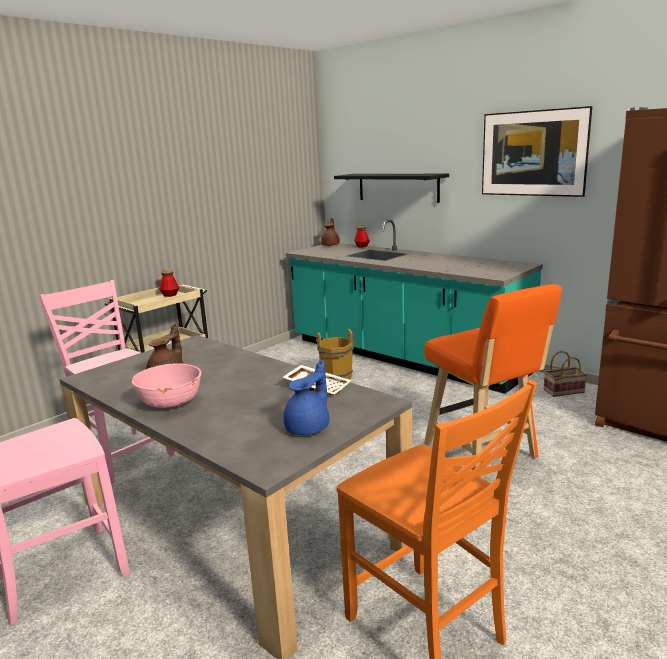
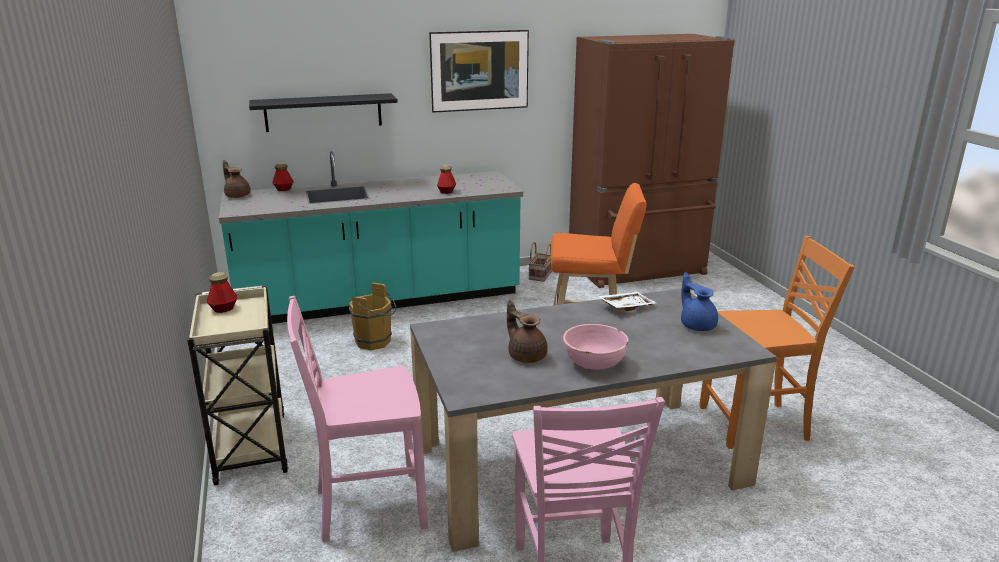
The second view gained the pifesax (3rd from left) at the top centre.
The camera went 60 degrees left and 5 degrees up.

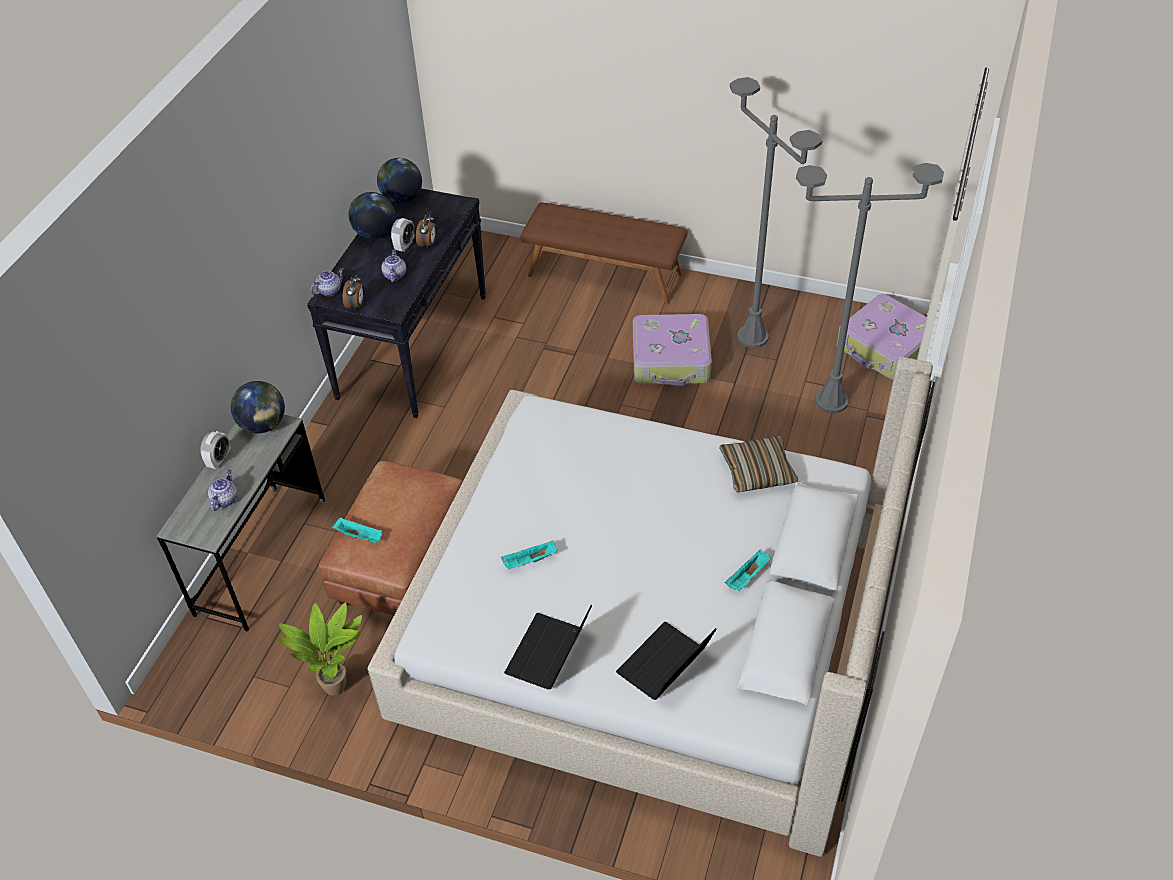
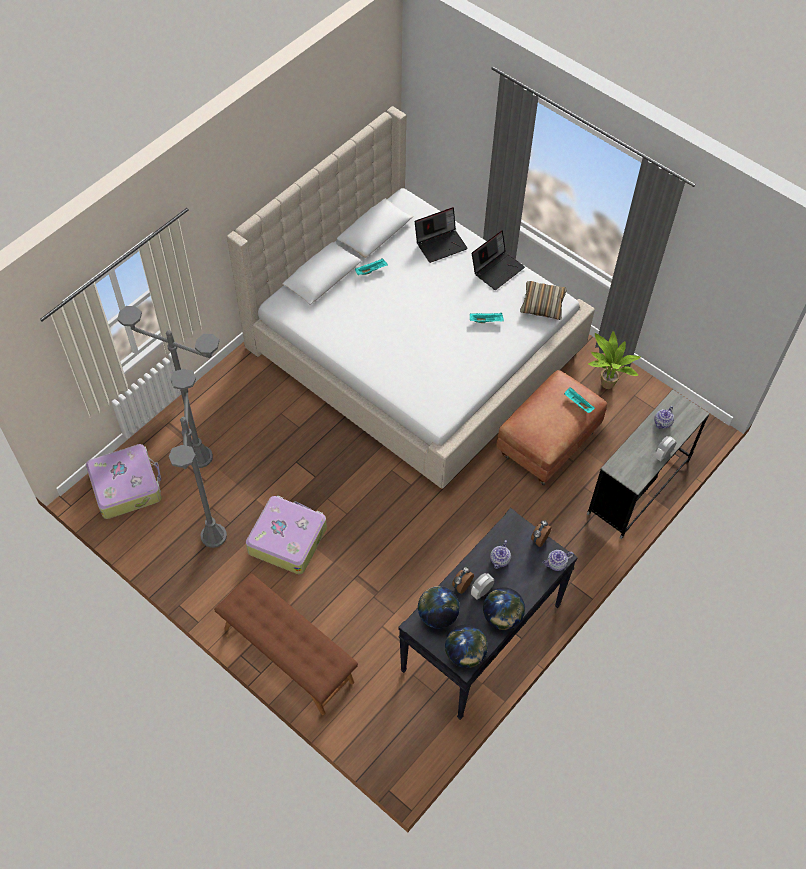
The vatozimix (1st from left) ended up elsewhere, having gone from the middle left to the bottom centre.
The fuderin ended up elsewhere, having gone from the centre to the middle right.
The camera went 160 degrees left and 10 degrees up.

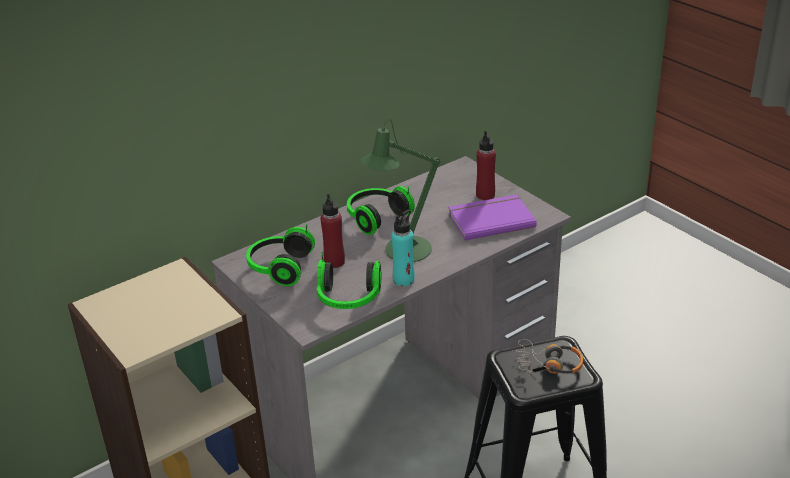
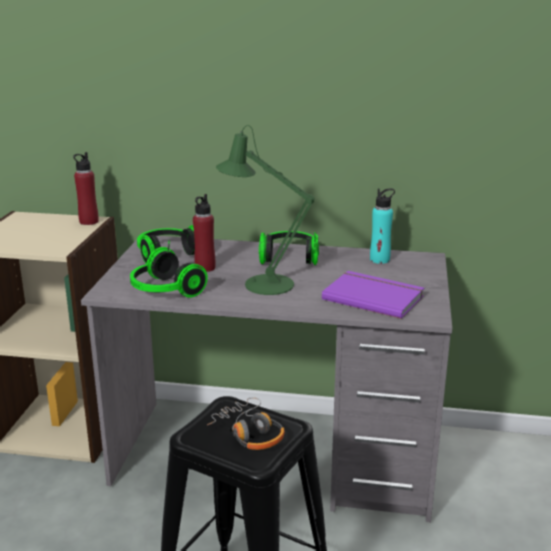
The red_pifesax (2nd from left in the first image) ended up elsewhere, having gone from the centre to the middle left.
The turquoise_pifesax ended up elsewhere, having gone from the centre to the middle right.
The camera went 45 degrees right and 10 degrees down.

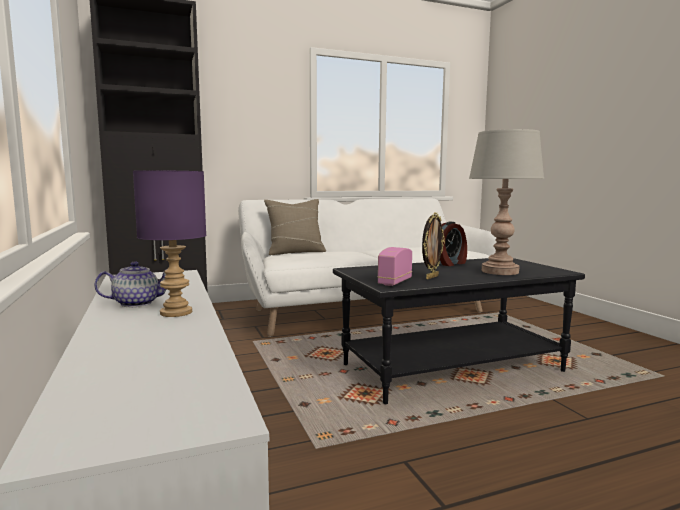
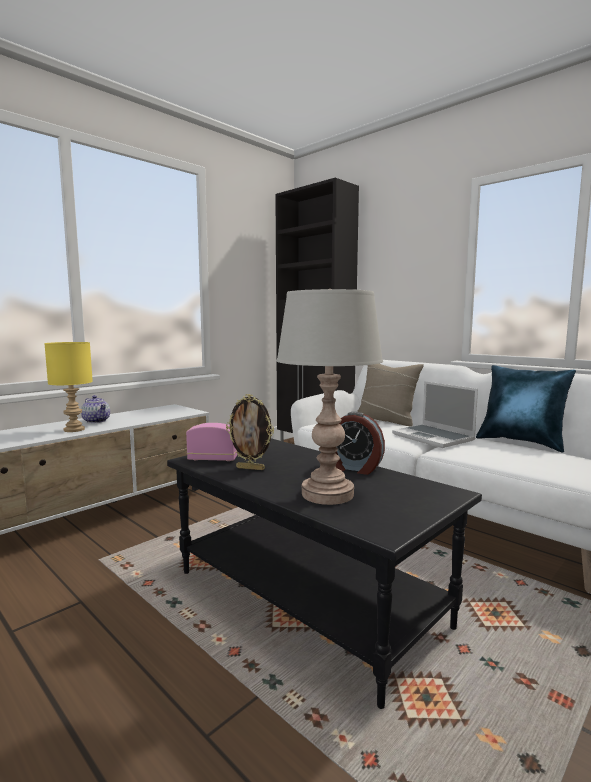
What was the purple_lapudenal at the middle left turned into the yellow_lapudenal at the middle left.
The second view gained the blue_fuderin at the middle right.
The second view gained the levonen at the middle right.
The camera went 65 degrees right and 0 degrees up.

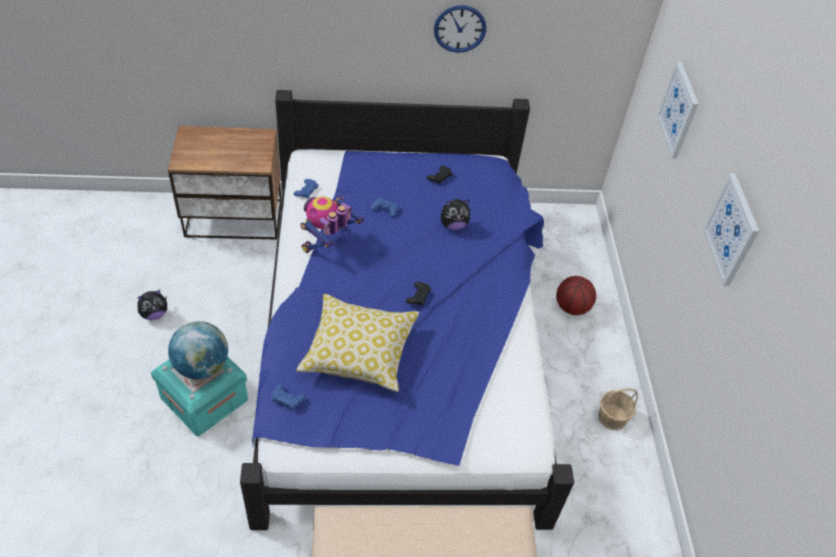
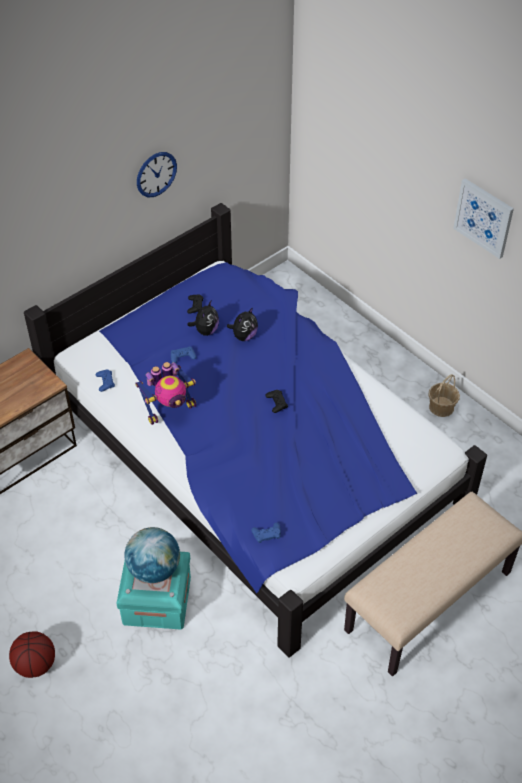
The second view lost the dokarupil (1st from left) at the top right.
The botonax at the centre ended up facing another way, 120 degrees counterclockwise from before.
The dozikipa ended up elsewhere, having gone from the middle right to the bottom left.
The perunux (1st from left) ended up elsewhere, having gone from the middle left to the centre.
The second view lost the fuderin at the centre.
The camera went 35 degrees left and 0 degrees up.

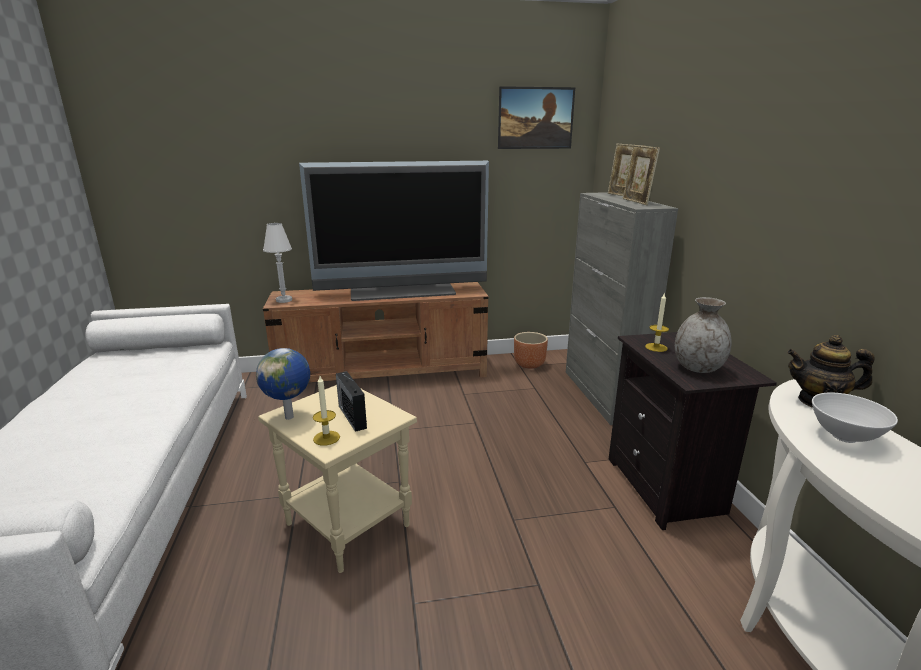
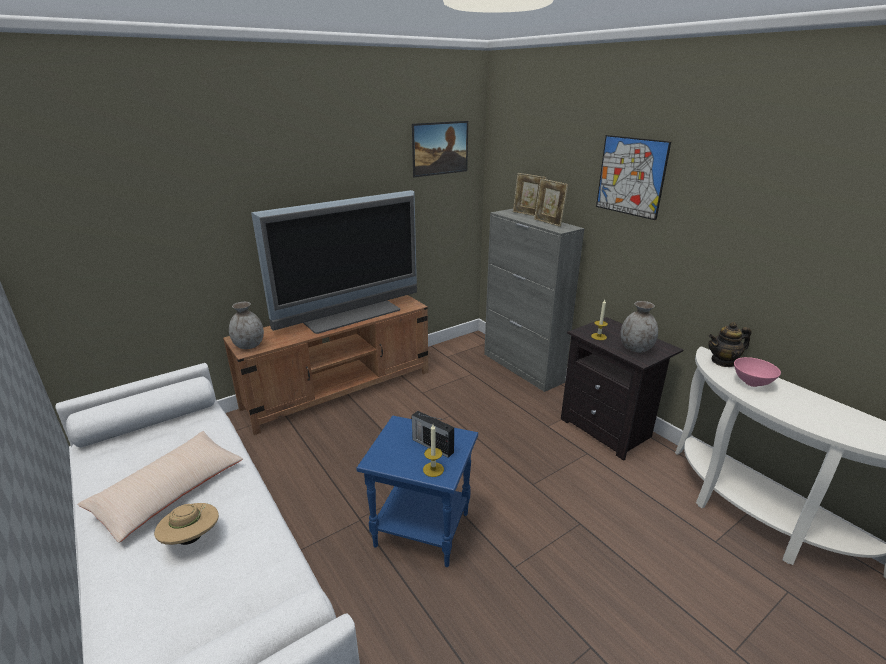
Where the white_lapudenal stood at the middle left, the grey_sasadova (1st from left) came to stand at the middle left.
The second view lost the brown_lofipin at the centre.
The second view lost the vatozimix at the middle left.
What was the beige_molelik at the bottom centre turned into the blue_molelik at the bottom centre.
What was the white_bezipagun at the middle right turned into the pink_bezipagun at the middle right.
The second view gained the dokarupil (2nd from left) at the top right.
The second view gained the beige_fuderin at the bottom left.
The second view gained the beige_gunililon at the bottom left.
The camera went 25 degrees left and 5 degrees up.

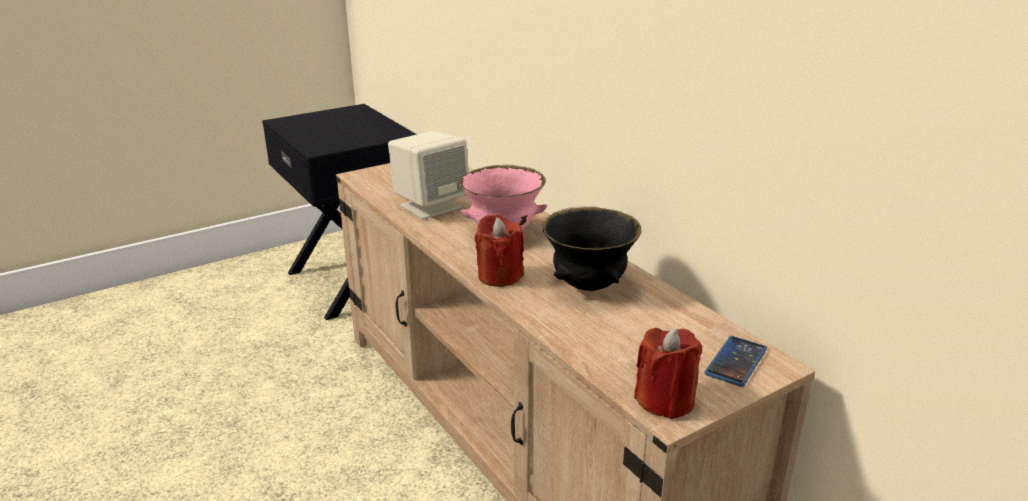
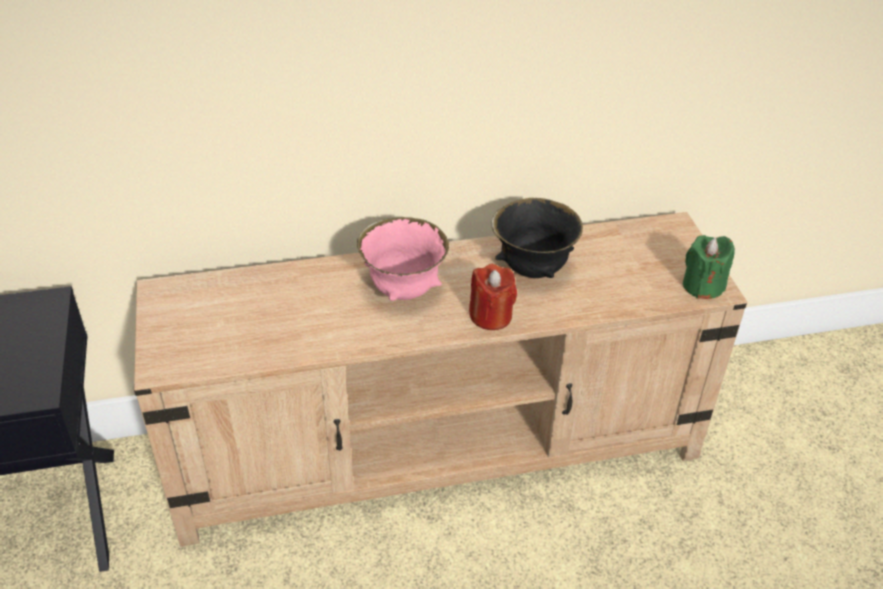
The second view lost the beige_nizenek at the centre.
What was the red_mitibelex (2nd from left) at the bottom centre turned into the green_mitibelex at the middle right.
The second view lost the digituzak at the bottom right.
The camera went 70 degrees left and 15 degrees up.

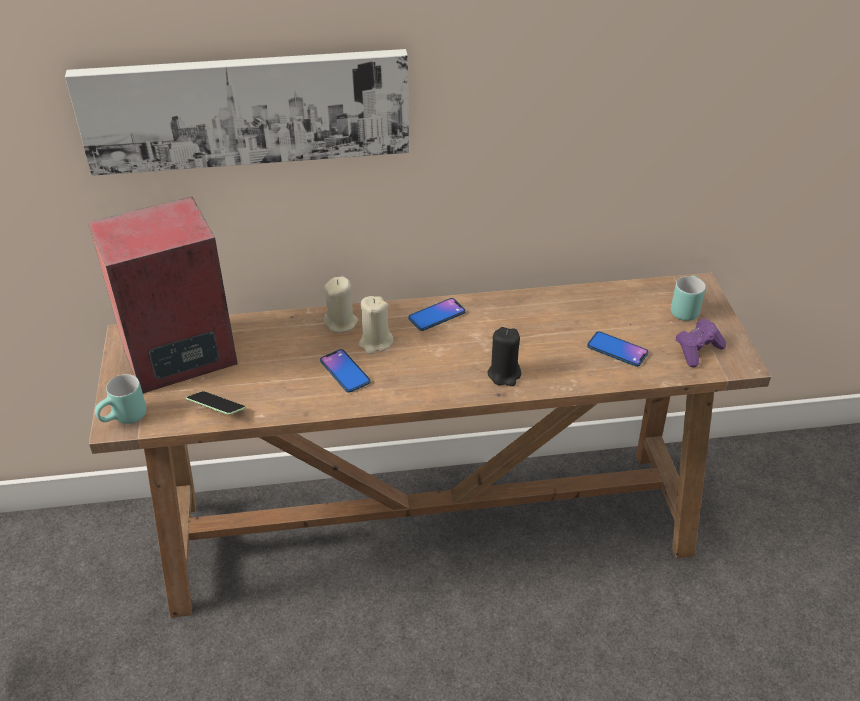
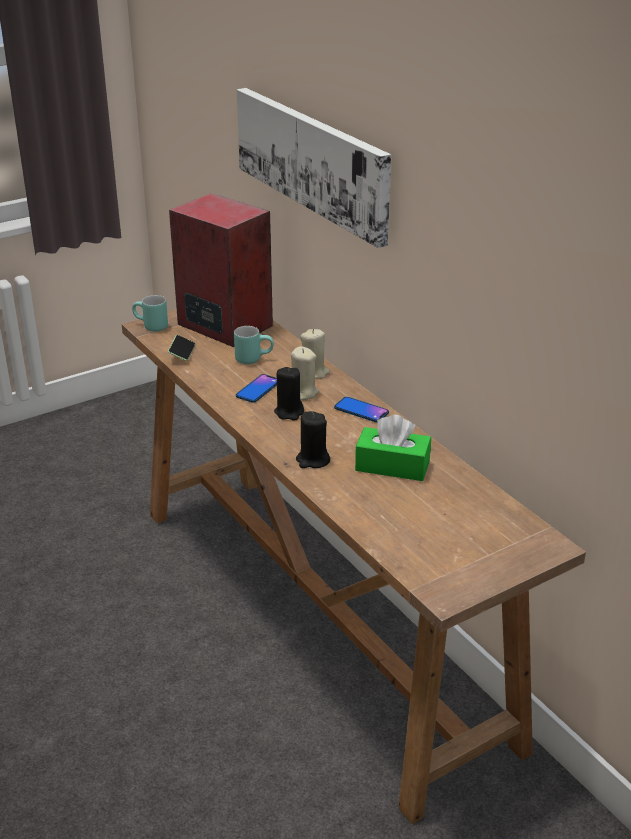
The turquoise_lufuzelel (2nd from left) ended up elsewhere, having gone from the middle right to the centre.
The second view lost the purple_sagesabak at the middle right.
The second view lost the digituzak (4th from left) at the middle right.
The second view gained the black_mitibelex (1st from left) at the centre.
The second view gained the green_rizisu at the centre.
The camera went 65 degrees right and 10 degrees down.

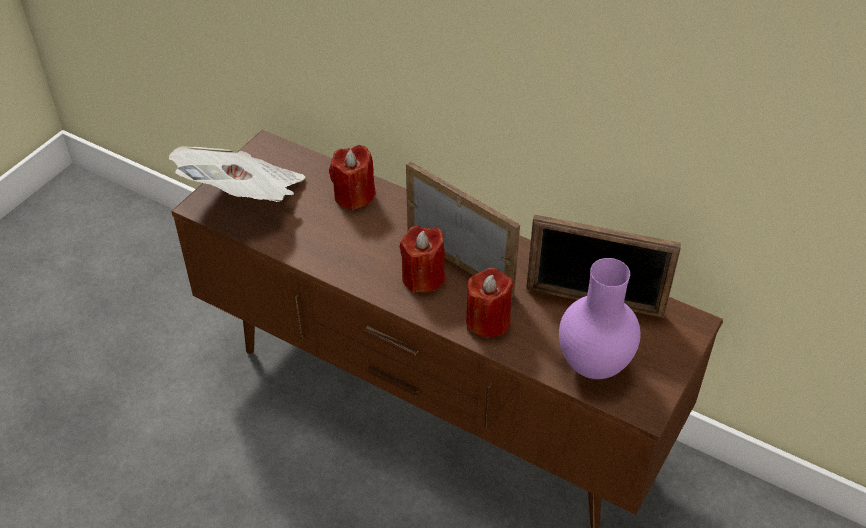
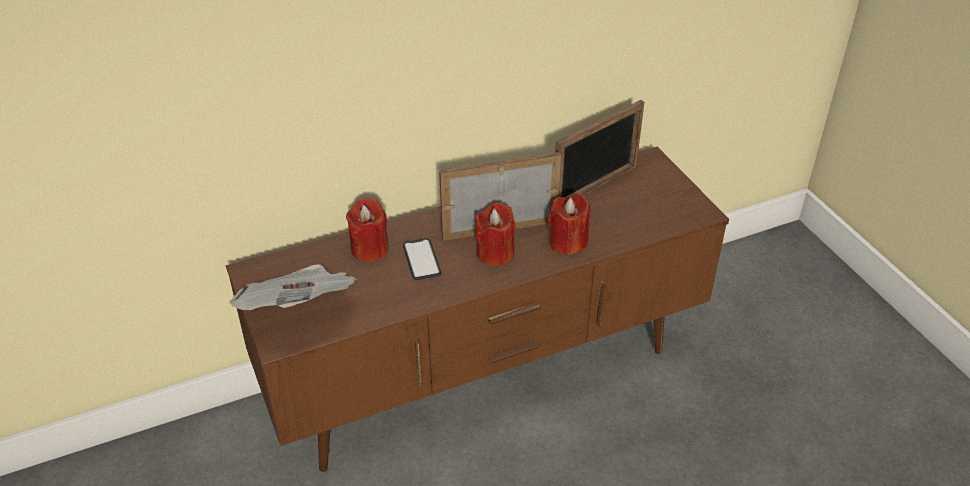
The second view lost the purple_sasadova at the middle right.
The second view gained the digituzak at the centre.
The camera went 55 degrees left and 5 degrees down.

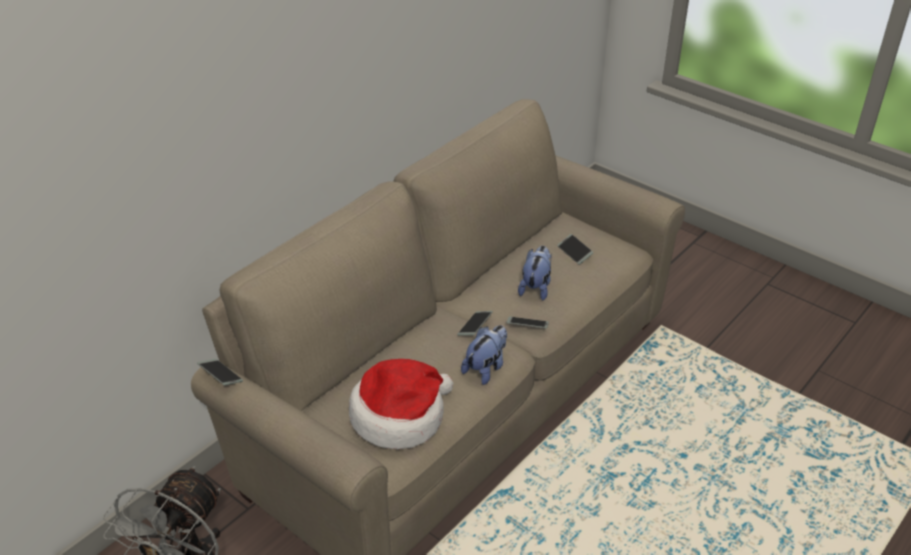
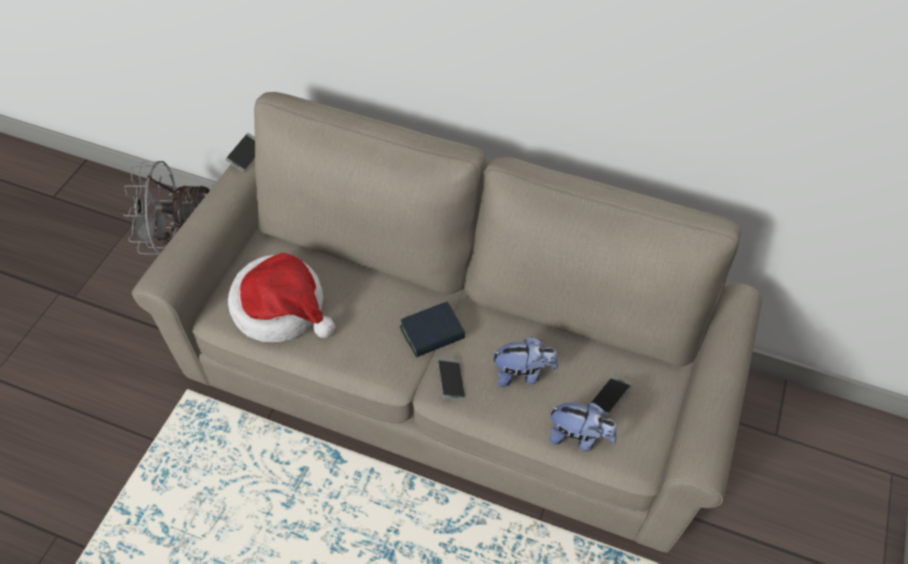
Where the digituzak (2nd from left) stood at the centre, the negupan came to stand at the centre.
The perunux (1st from left in the first image) ended up elsewhere, having gone from the centre to the bottom centre.
The camera went 70 degrees right and 15 degrees up.

